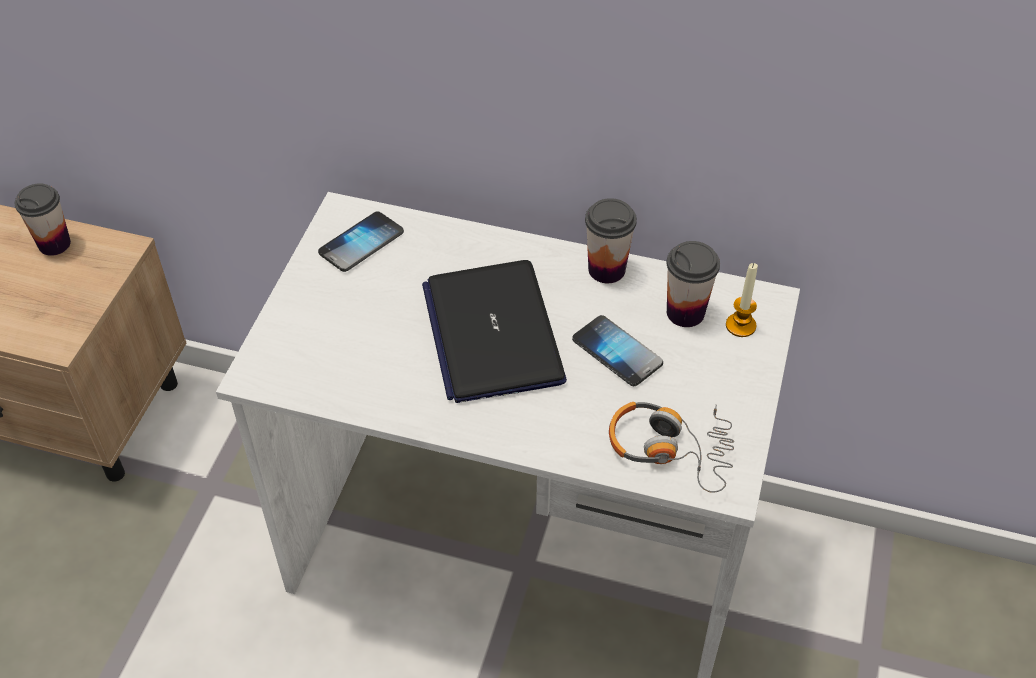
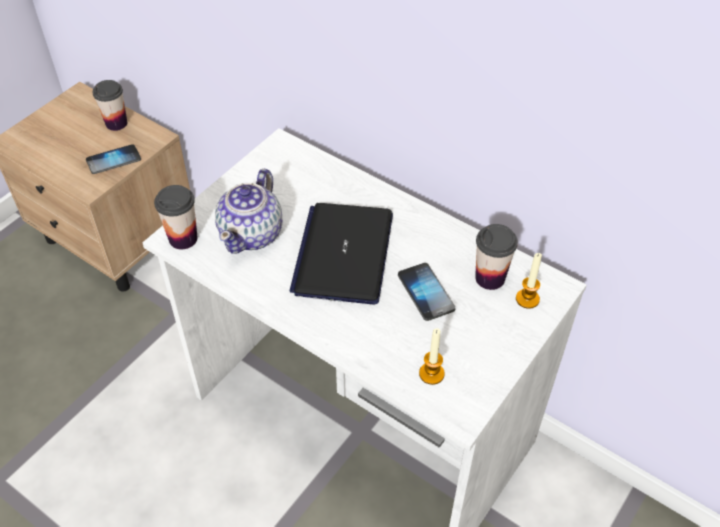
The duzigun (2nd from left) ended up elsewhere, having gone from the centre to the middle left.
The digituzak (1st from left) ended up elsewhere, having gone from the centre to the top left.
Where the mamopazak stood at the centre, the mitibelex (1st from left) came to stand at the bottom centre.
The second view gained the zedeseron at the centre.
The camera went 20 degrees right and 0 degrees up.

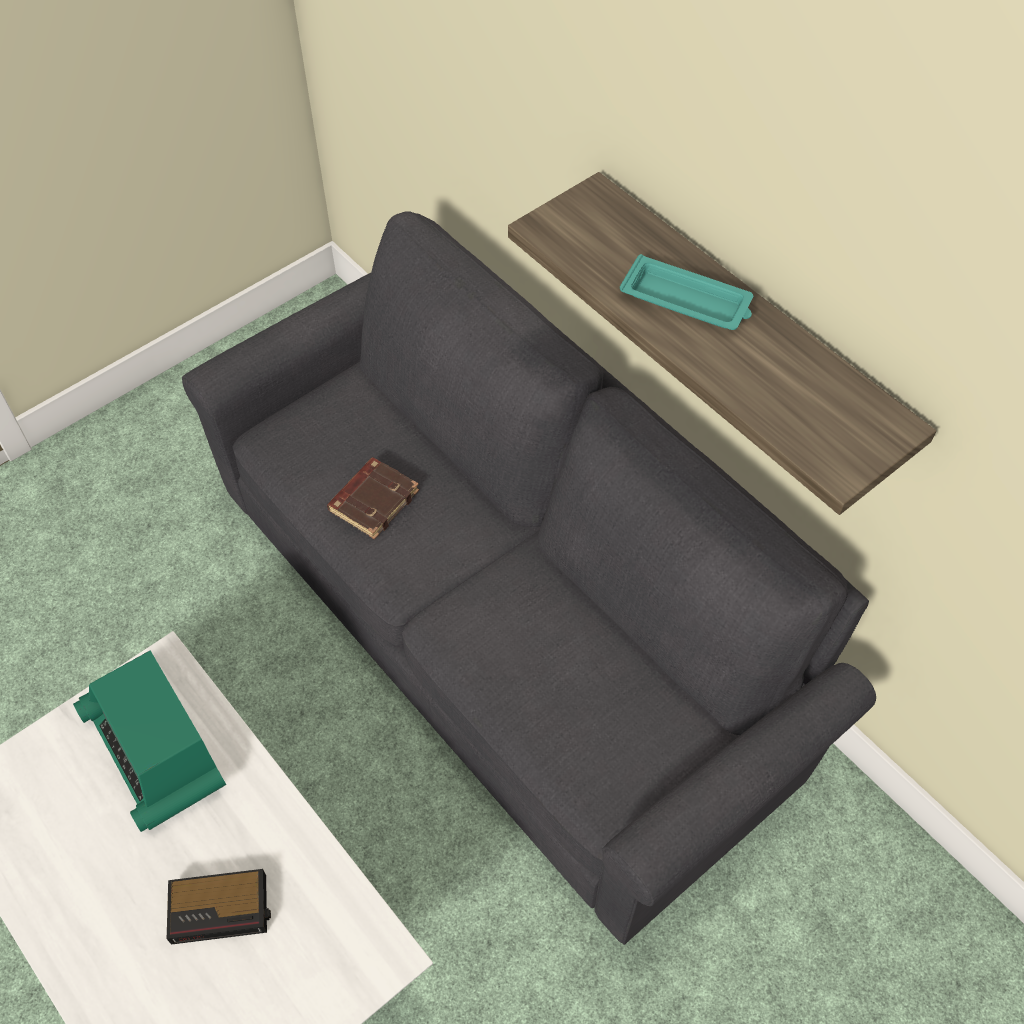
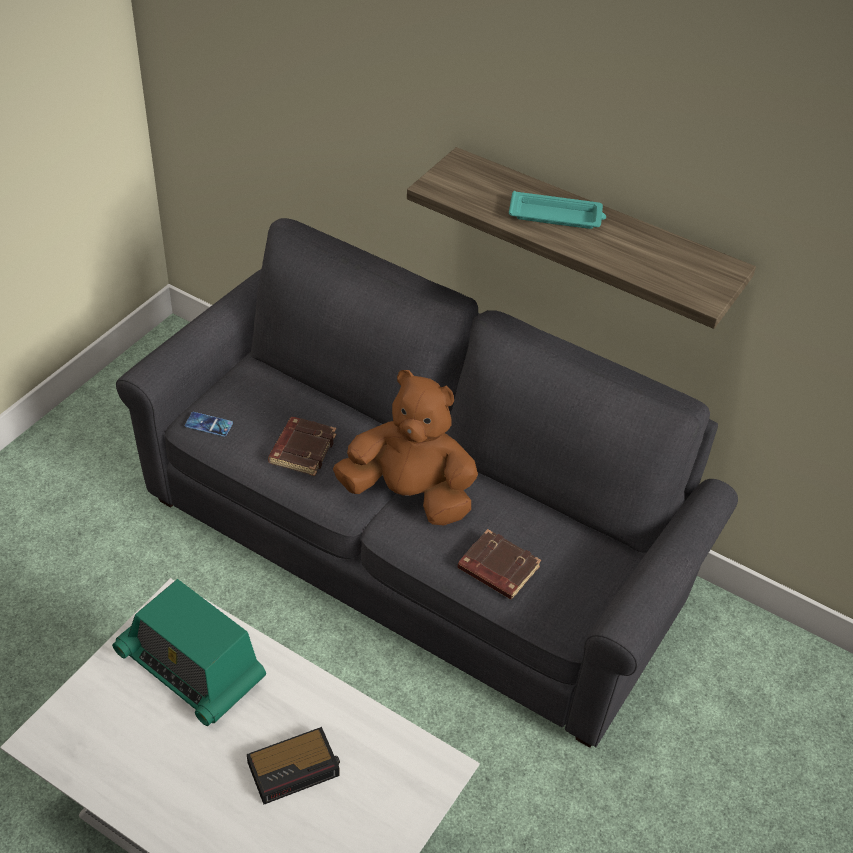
The second view gained the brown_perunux at the centre.
The second view gained the digituzak at the middle left.
The second view gained the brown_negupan (2nd from left) at the centre.
The camera went 20 degrees left and 10 degrees down.

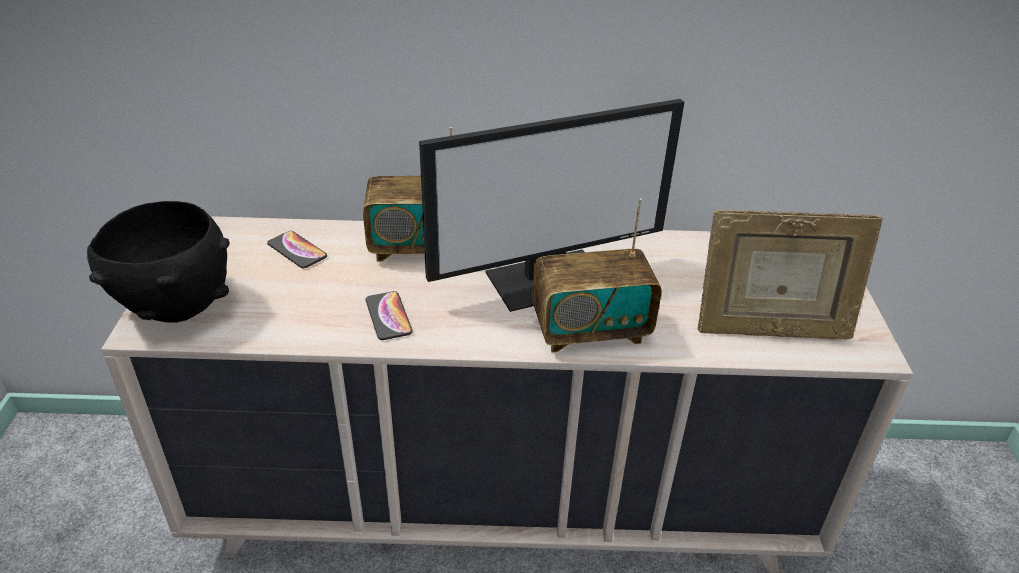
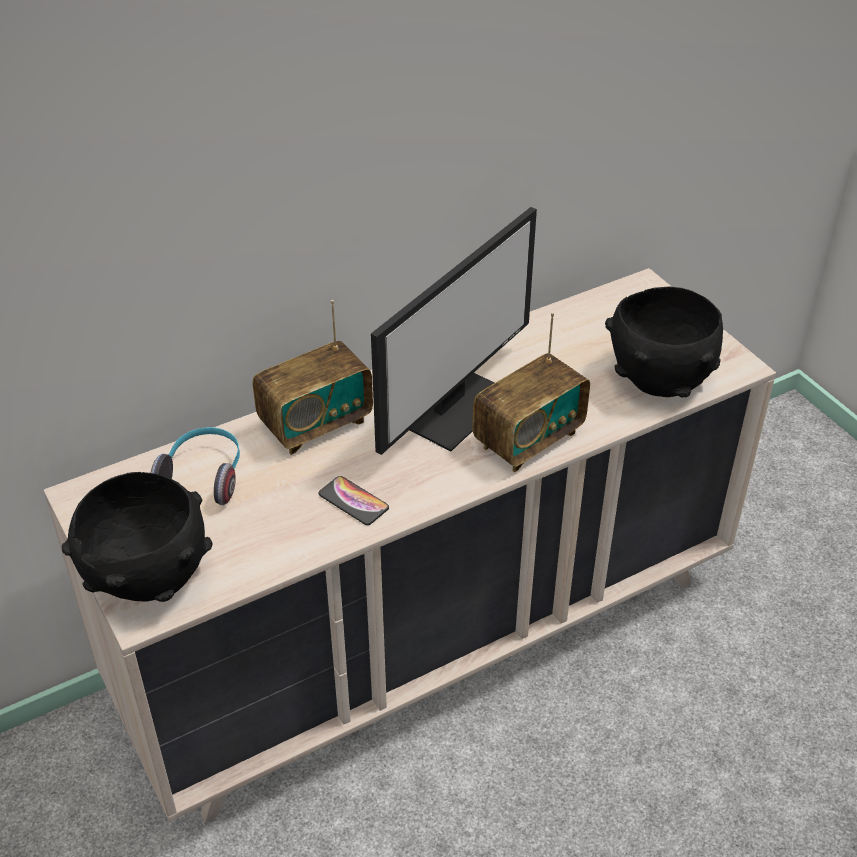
Where the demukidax stood at the middle right, the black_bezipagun (2nd from left) came to stand at the middle right.
Where the digituzak (1st from left) stood at the middle left, the mamopazak came to stand at the middle left.
The camera went 30 degrees left and 5 degrees up.

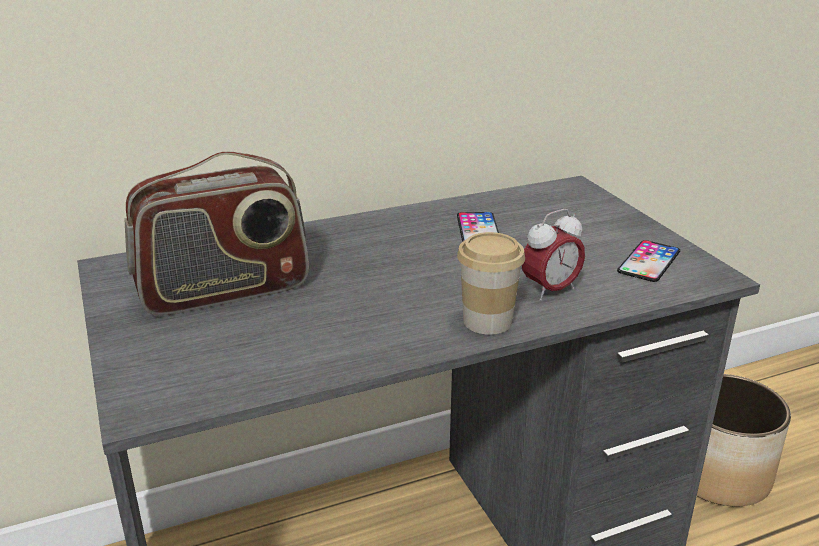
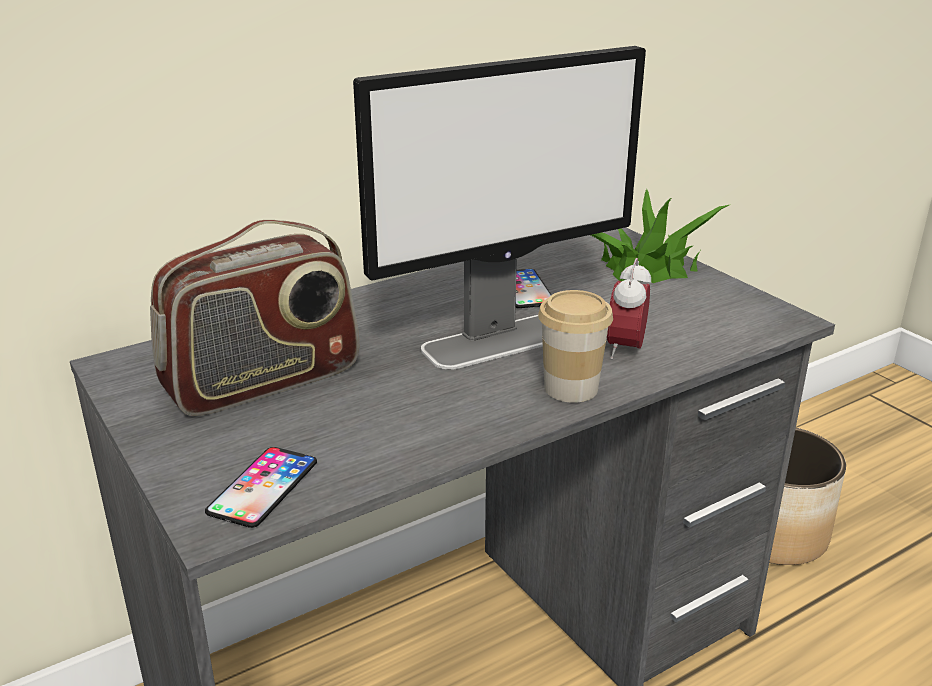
The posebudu at the middle right ended up facing another way, 150 degrees clockwise from before.
The digituzak (2nd from left in the first image) ended up elsewhere, having gone from the middle right to the bottom left.
The second view gained the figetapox at the top centre.
The second view gained the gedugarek at the middle right.
The camera went 10 degrees left and 0 degrees up.

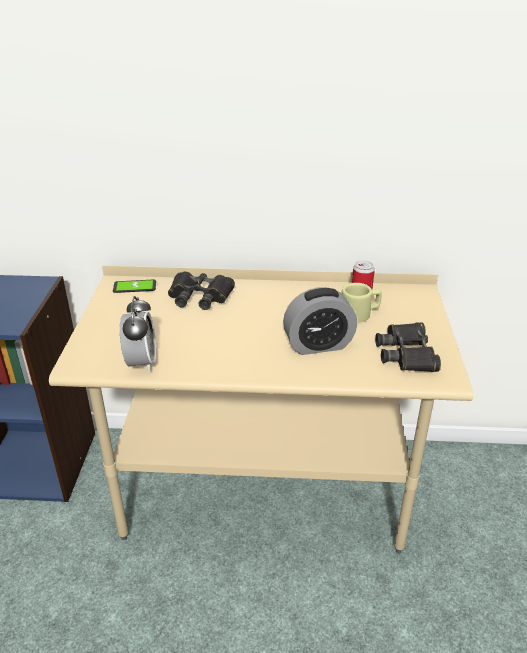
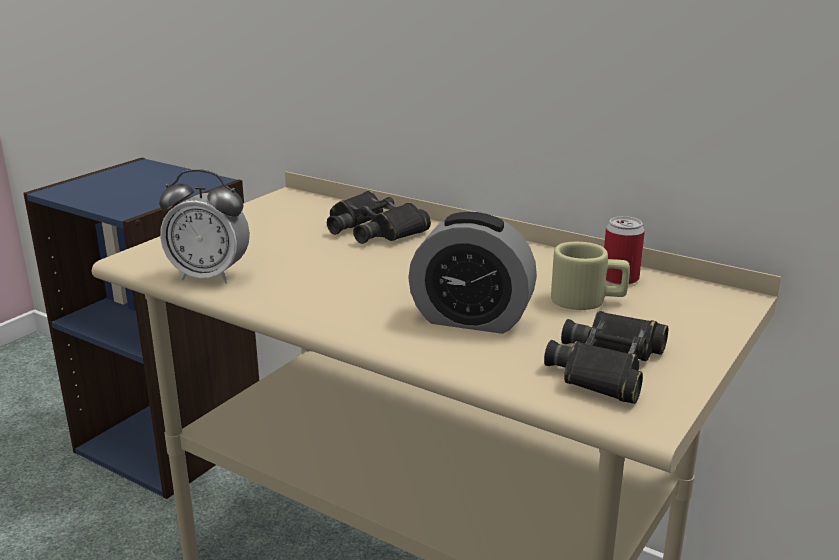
The second view lost the digituzak at the middle left.
The posebudu (1st from left) at the middle left ended up facing another way, 75 degrees clockwise from before.
The camera went 30 degrees right and 10 degrees down.

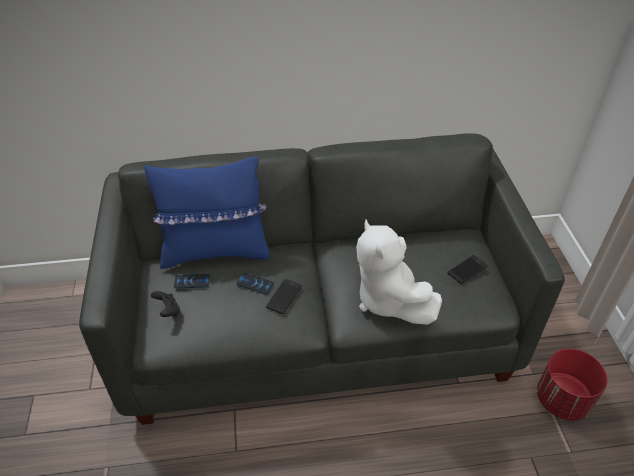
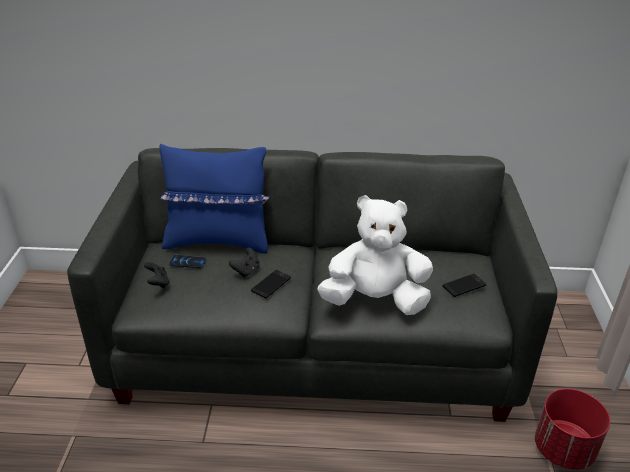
The white_perunux at the centre ended up facing another way, 105 degrees clockwise from before.
Where the digituzak (2nd from left) stood at the centre, the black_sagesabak (2nd from left) came to stand at the centre.
The camera went 10 degrees right and 10 degrees down.

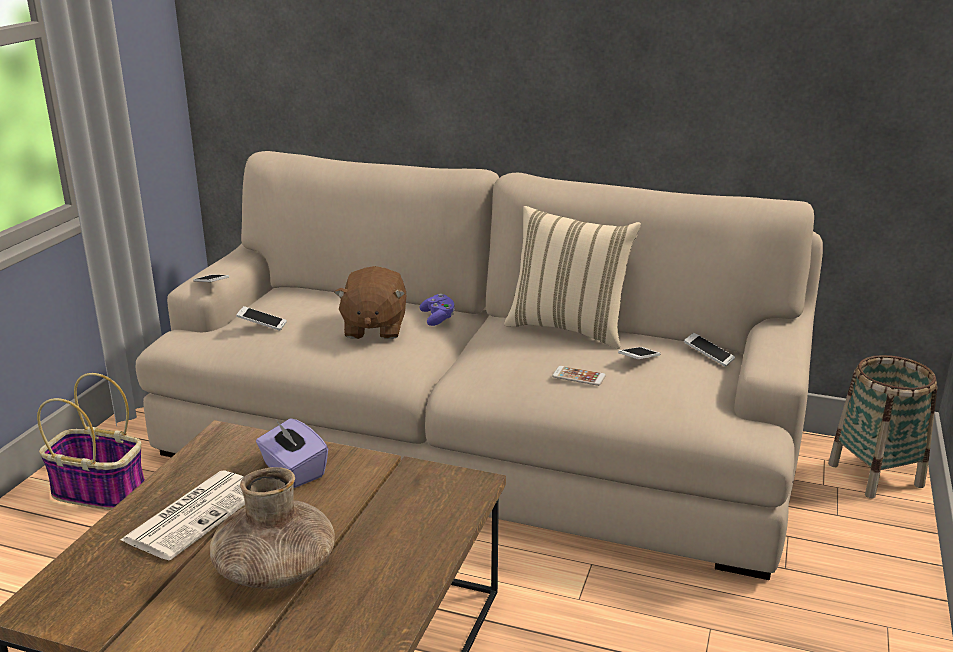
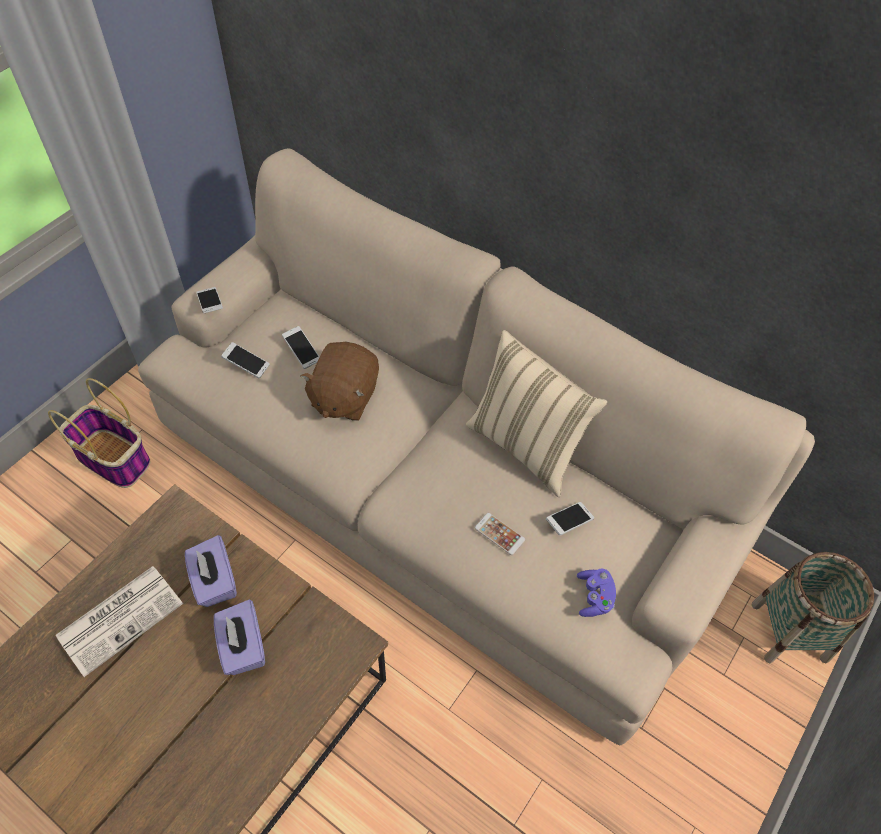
The purple_sagesabak ended up elsewhere, having gone from the centre to the bottom right.
The digituzak (5th from left in the first image) ended up elsewhere, having gone from the middle right to the centre.
The second view lost the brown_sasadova at the bottom left.
The second view gained the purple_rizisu (2nd from left) at the bottom left.
The camera went 15 degrees right and 30 degrees up.

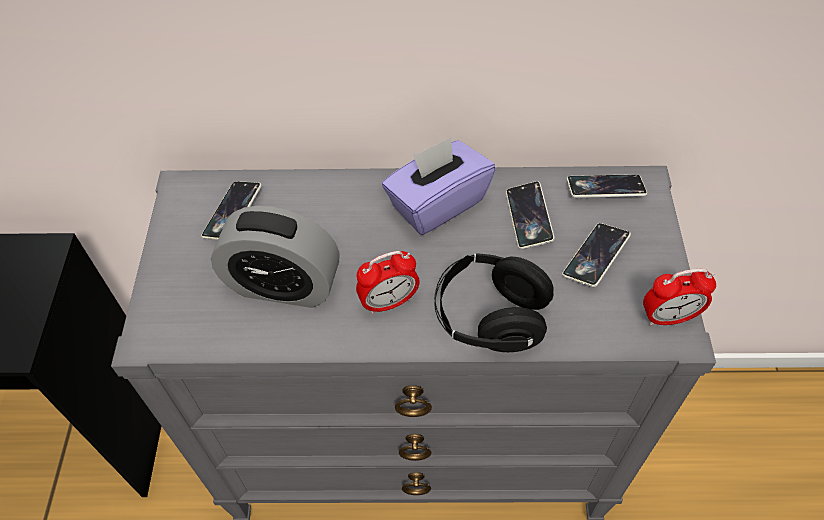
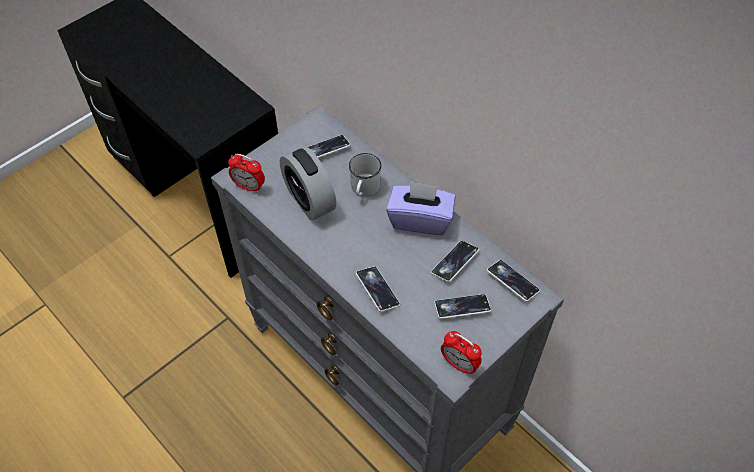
The posebudu (2nd from left in the first image) ended up elsewhere, having gone from the centre to the middle left.
Where the black_mamopazak stood at the centre, the digituzak (2nd from left) came to stand at the centre.
The second view gained the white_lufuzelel at the centre.
The camera went 45 degrees right and 0 degrees up.

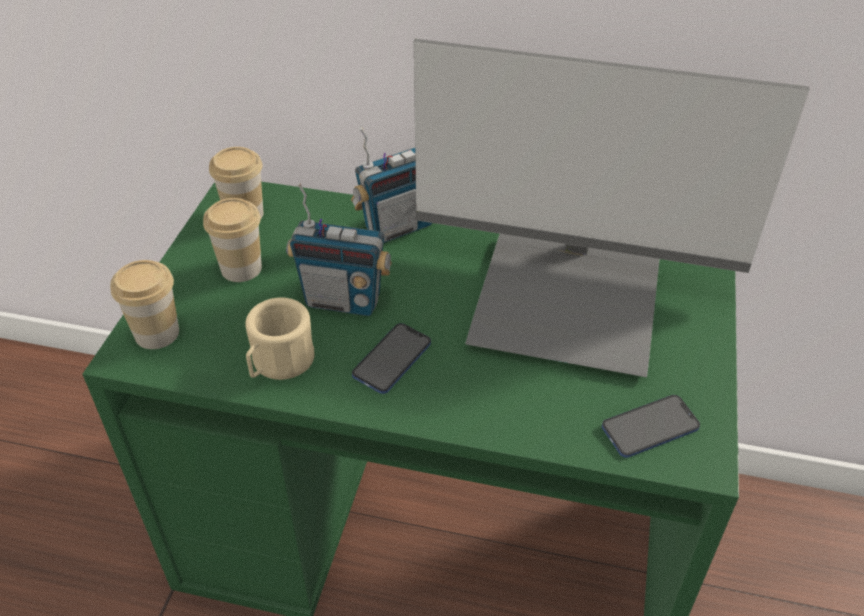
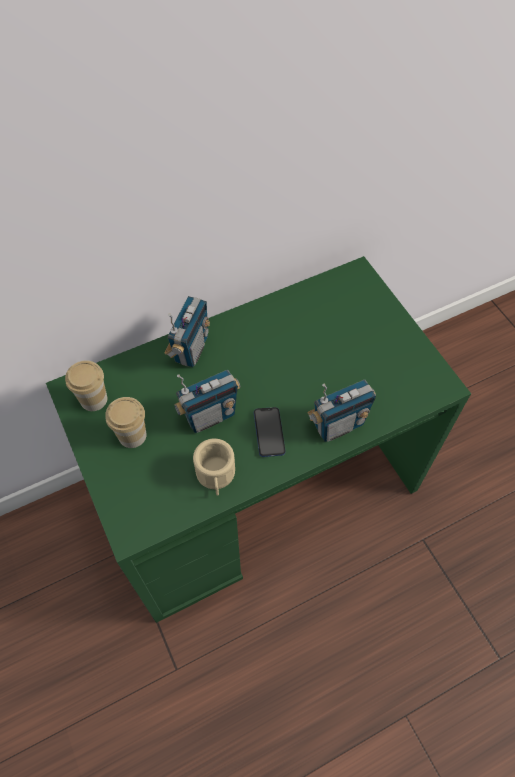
The second view lost the figetapox at the middle right.
The second view lost the duzigun (1st from left) at the middle left.
The second view lost the digituzak (2nd from left) at the bottom right.
The second view gained the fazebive (3rd from left) at the centre.
The camera went 40 degrees left and 15 degrees up.

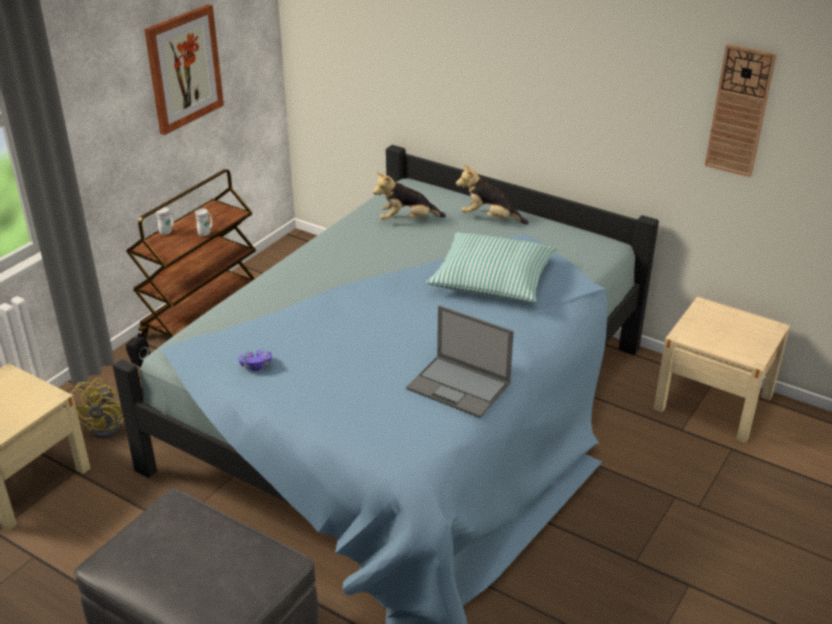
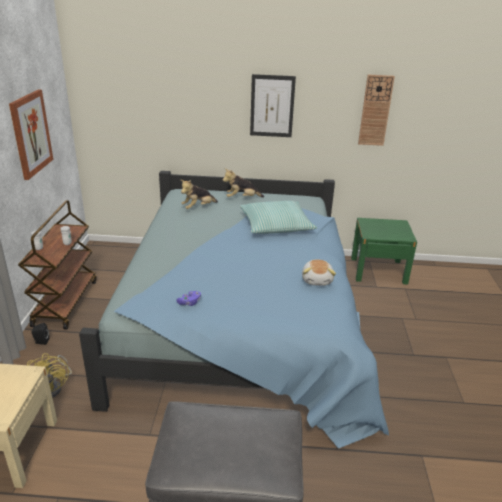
What was the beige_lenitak (2nd from left) at the middle right turned into the green_lenitak at the middle right.
Where the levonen stood at the centre, the perunux (3rd from left) came to stand at the centre.
The second view gained the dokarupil (2nd from left) at the top centre.
The camera went 30 degrees left and 5 degrees down.

